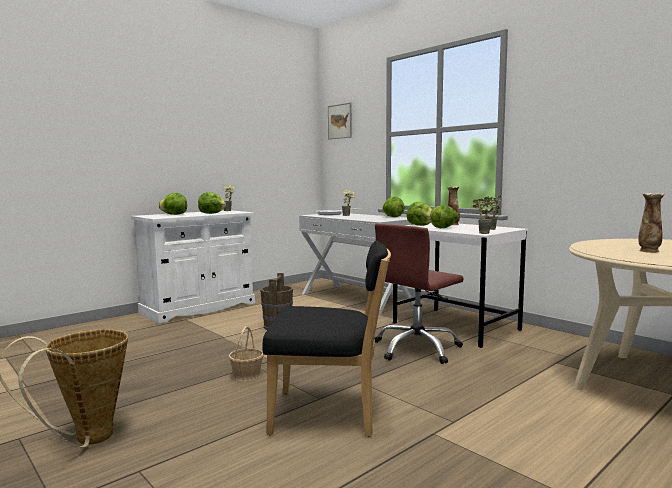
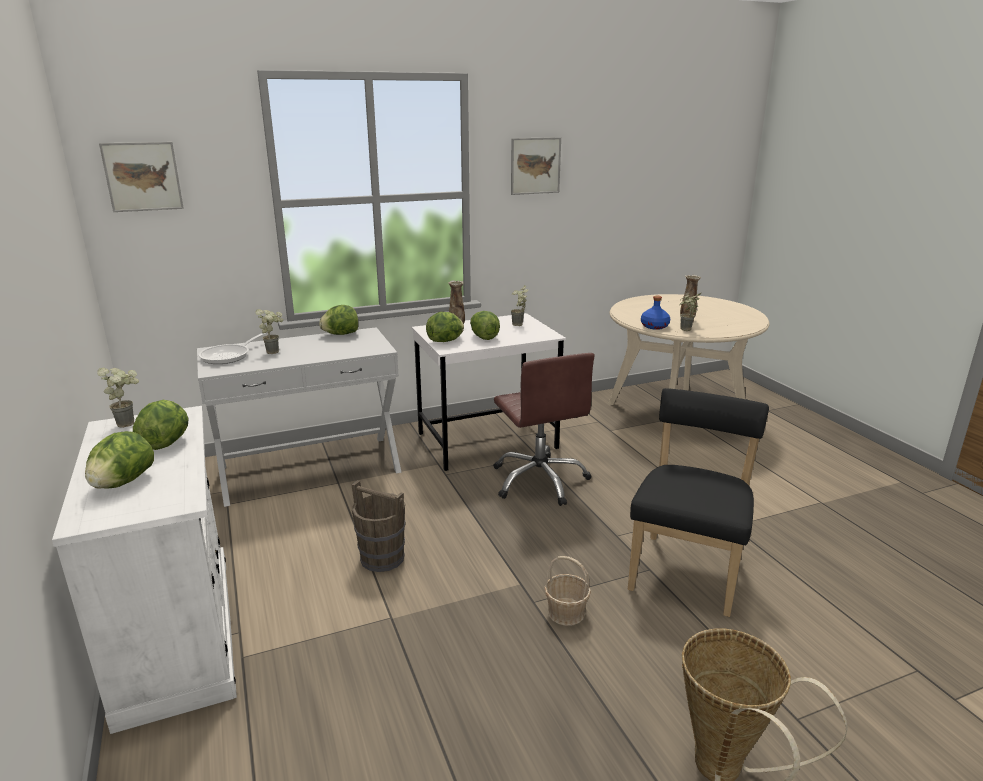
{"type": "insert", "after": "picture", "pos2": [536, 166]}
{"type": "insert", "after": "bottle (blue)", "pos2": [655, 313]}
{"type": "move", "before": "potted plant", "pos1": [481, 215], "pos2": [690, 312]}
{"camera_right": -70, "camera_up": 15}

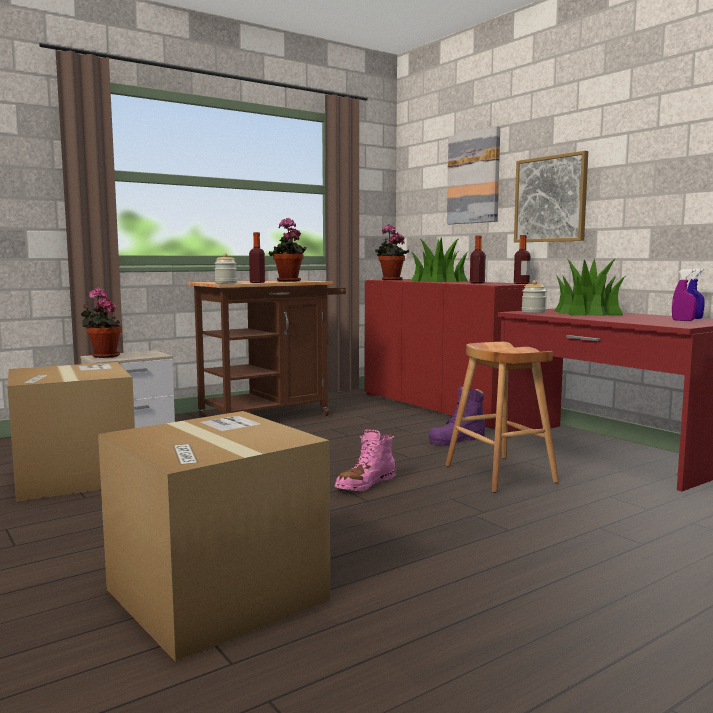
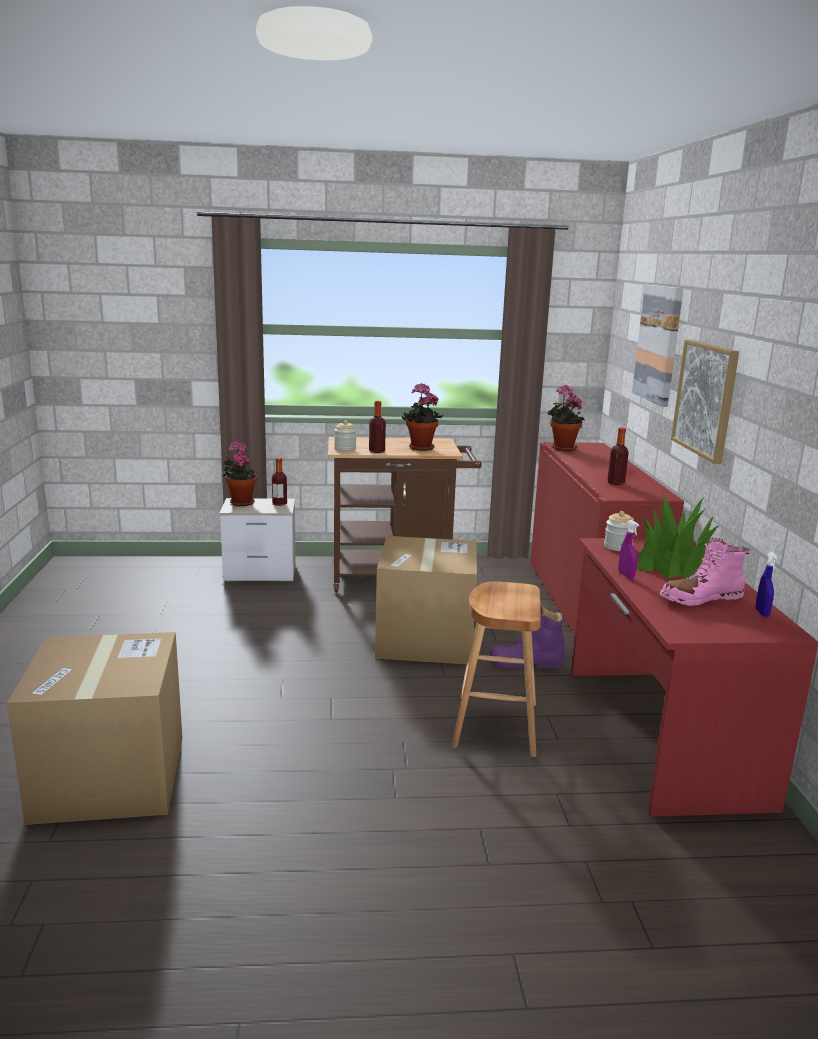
{"type": "move", "before": "bottle", "pos1": [522, 259], "pos2": [279, 481]}
{"type": "move", "before": "carton", "pos1": [71, 431], "pos2": [426, 600]}
{"type": "move", "before": "spray bottle (purplish)", "pos1": [684, 295], "pos2": [628, 549]}
{"type": "move", "before": "tall boot (pink-coloured)", "pos1": [365, 460], "pos2": [705, 571]}
{"type": "delete", "before": "potted plant", "pos1": [439, 259]}
{"camera_right": 30, "camera_up": 10}

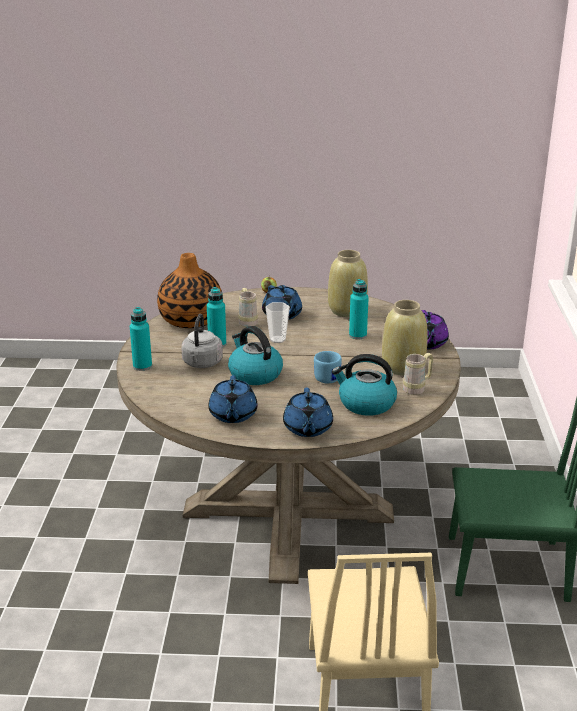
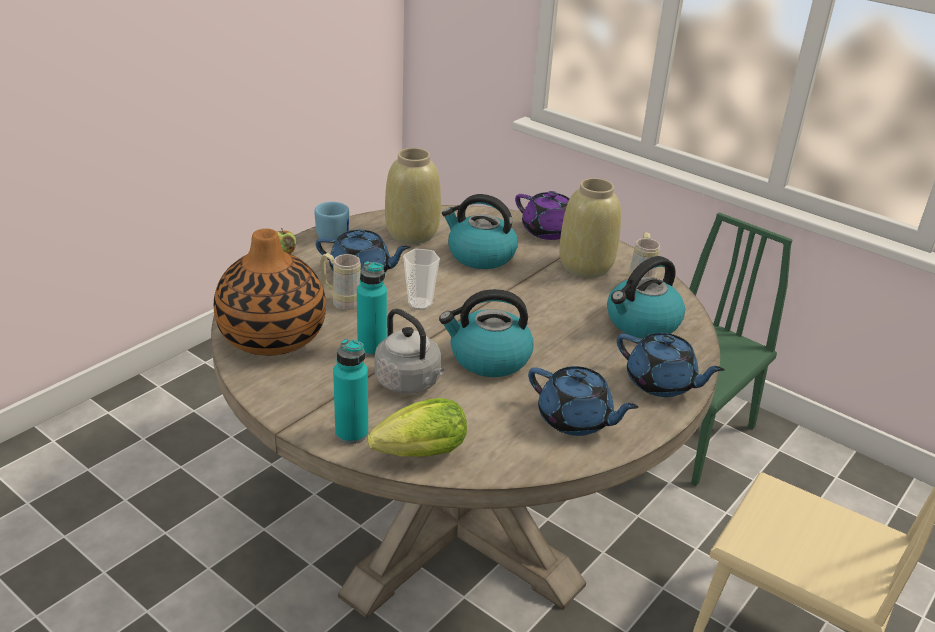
{"type": "move", "before": "coffee mug (blue)", "pos1": [328, 367], "pos2": [331, 220]}
{"type": "insert", "after": "head of lettuce", "pos2": [417, 427]}
{"type": "replace", "before": "bottle (turquoise-coloured)", "after": "water kettle", "pos1": [359, 309], "pos2": [480, 231]}
{"camera_right": -55, "camera_up": 5}

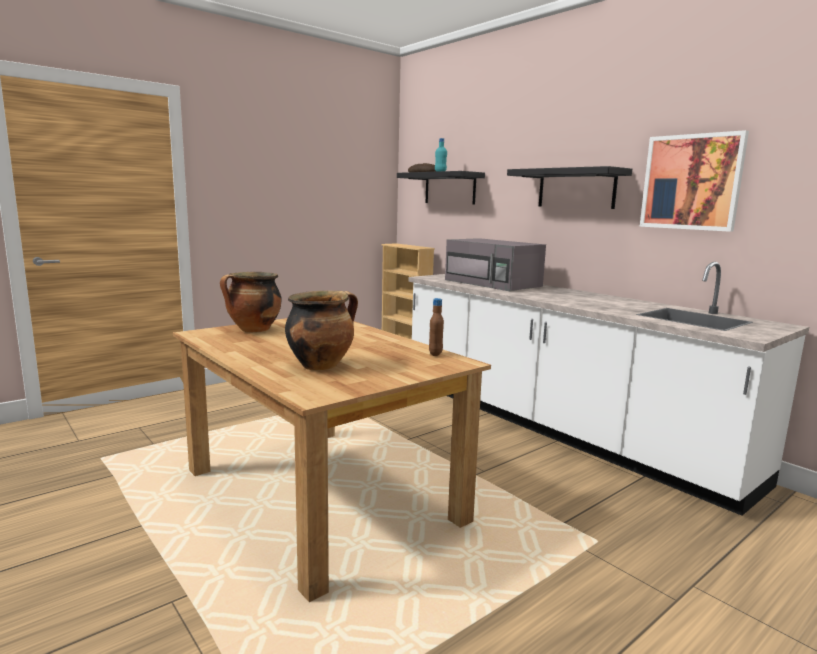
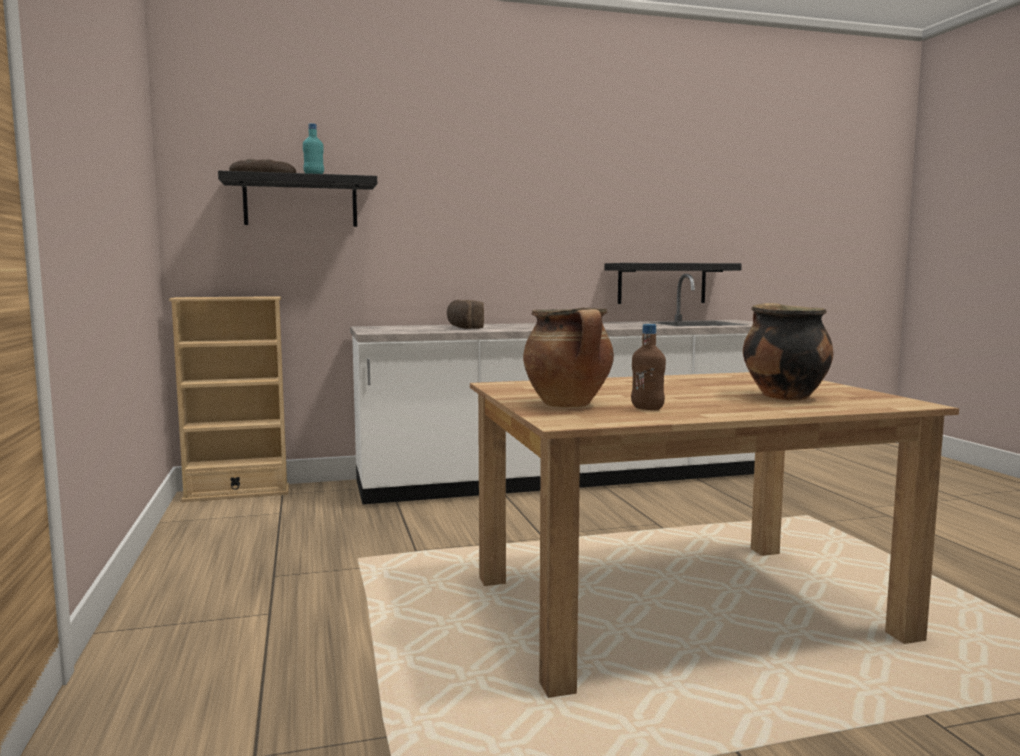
{"type": "replace", "before": "microwave (gray)", "after": "bakery bread", "pos1": [495, 264], "pos2": [465, 314]}
{"type": "move", "before": "wall shelf (black-coloured)", "pos1": [569, 187], "pos2": [673, 283]}
{"type": "move", "before": "bottle (brownish)", "pos1": [436, 327], "pos2": [648, 367]}
{"type": "delete", "before": "picture", "pos1": [694, 181]}
{"camera_right": -65, "camera_up": -5}

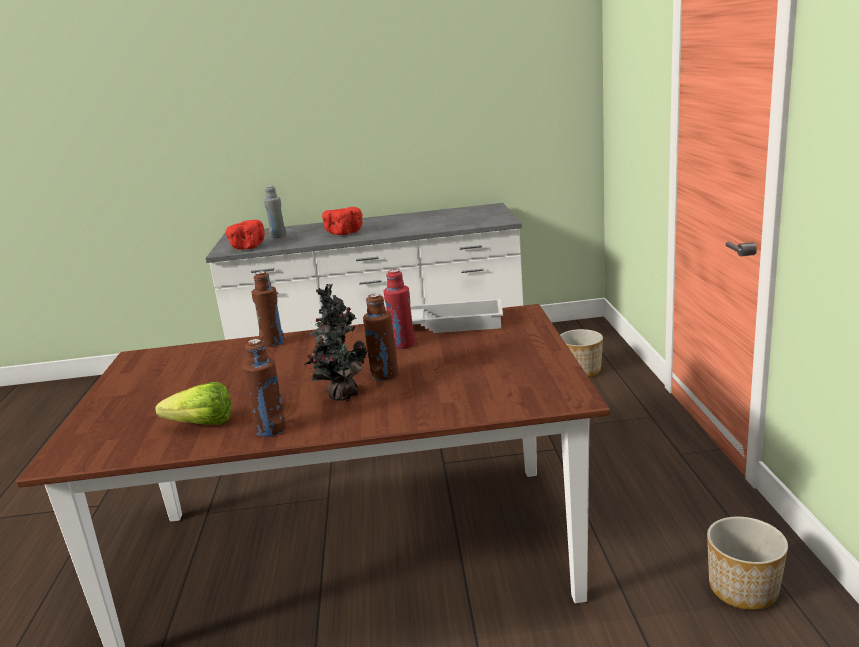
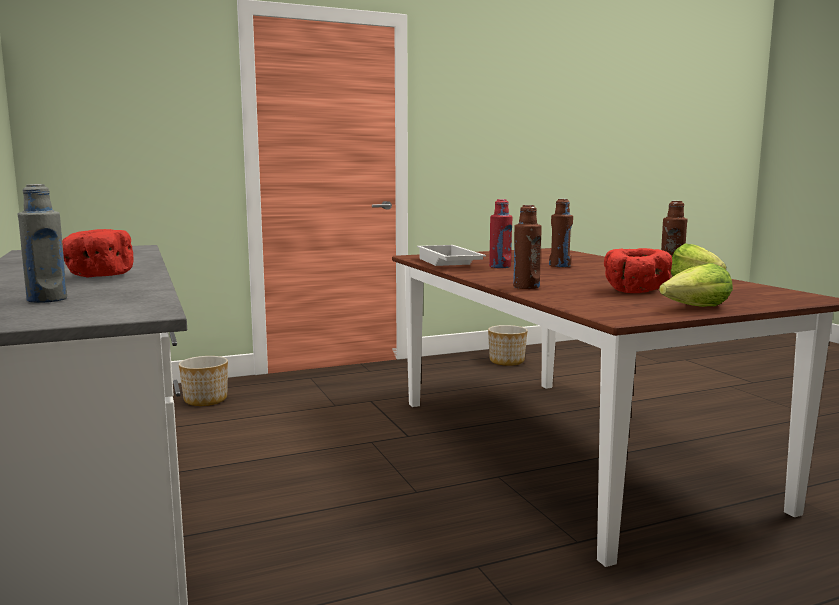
{"type": "move", "before": "deep dish (reddish)", "pos1": [245, 235], "pos2": [638, 270]}
{"type": "insert", "after": "head of lettuce", "pos2": [696, 285]}
{"type": "delete", "before": "potted plant", "pos1": [335, 342]}
{"camera_right": -110, "camera_up": -10}

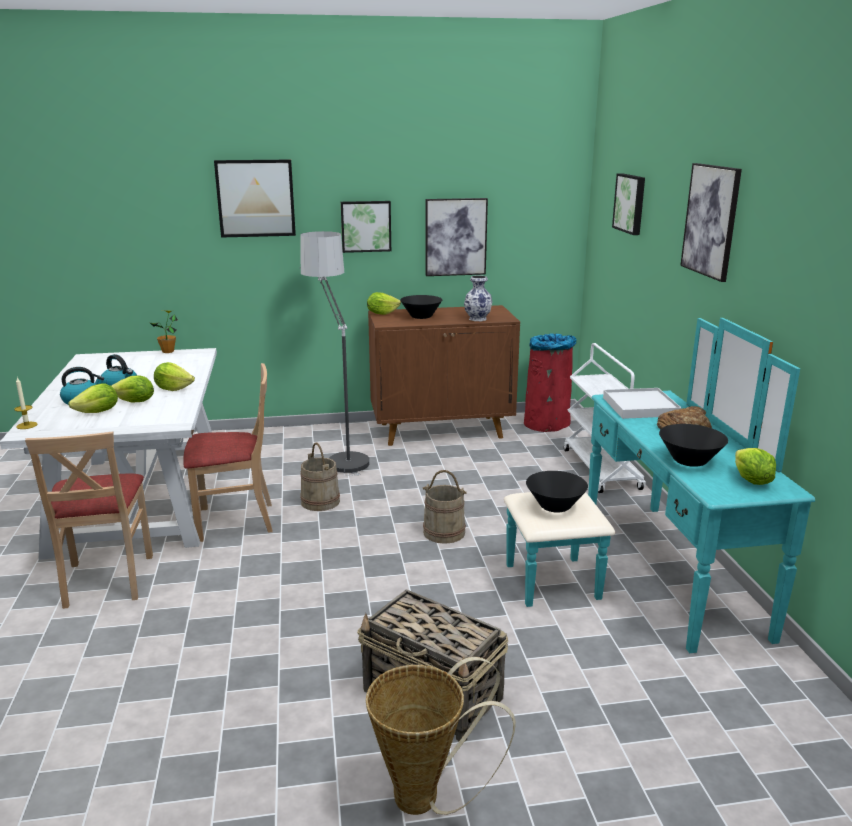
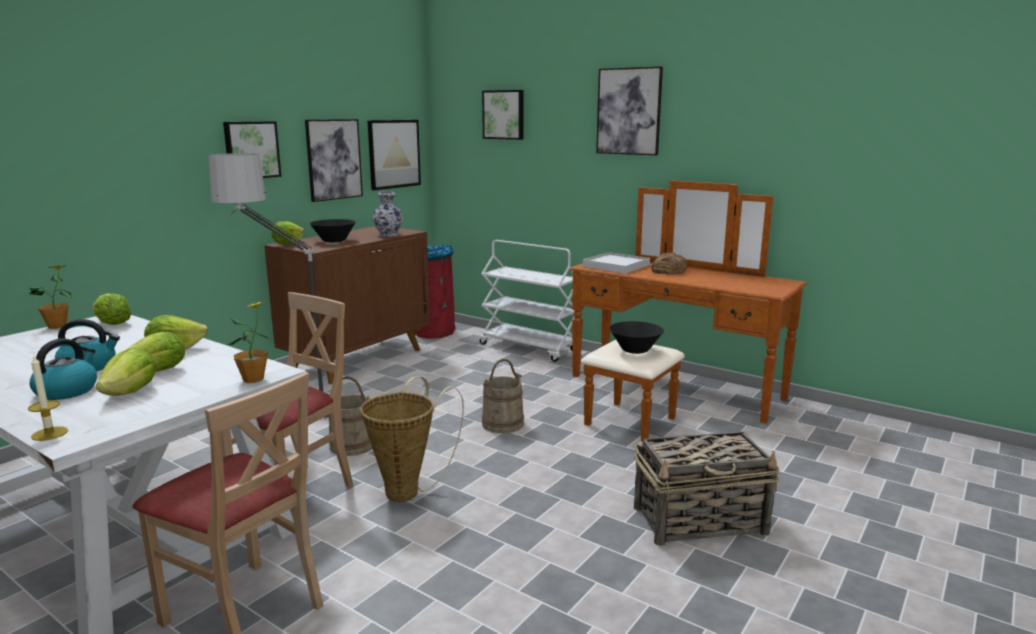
{"type": "move", "before": "head of lettuce", "pos1": [755, 466], "pos2": [112, 309]}
{"type": "insert", "after": "potted plant", "pos2": [248, 342]}
{"type": "move", "before": "household basket", "pos1": [441, 736], "pos2": [412, 439]}
{"type": "move", "before": "picture", "pos1": [255, 199], "pos2": [394, 155]}
{"type": "recolor", "before": "drawer chest (turquoise-coloured)", "after": "drawer chest (brownish)", "pos1": [659, 485], "pos2": [688, 311]}
{"type": "delete", "before": "deep dish (black-coloured)", "pos1": [693, 445]}
{"camera_right": -45, "camera_up": -5}

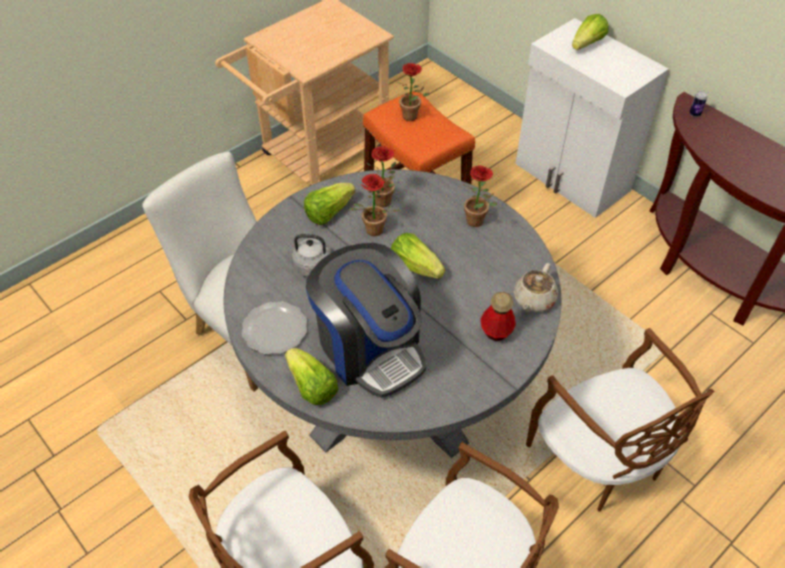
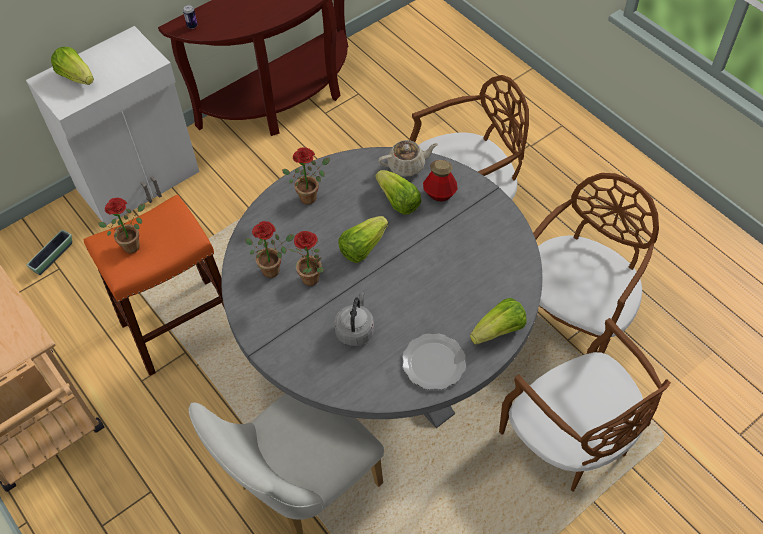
{"type": "insert", "after": "flower pot", "pos2": [49, 252]}
{"type": "move", "before": "head of lettuce", "pos1": [329, 204], "pos2": [398, 192]}
{"type": "rotate", "before": "tea pot (beige-coloured)", "pos1": [536, 287], "pos2": [408, 158], "turn": -45}
{"type": "delete", "before": "coffee machine", "pos1": [366, 320]}
{"camera_right": -85, "camera_up": 5}

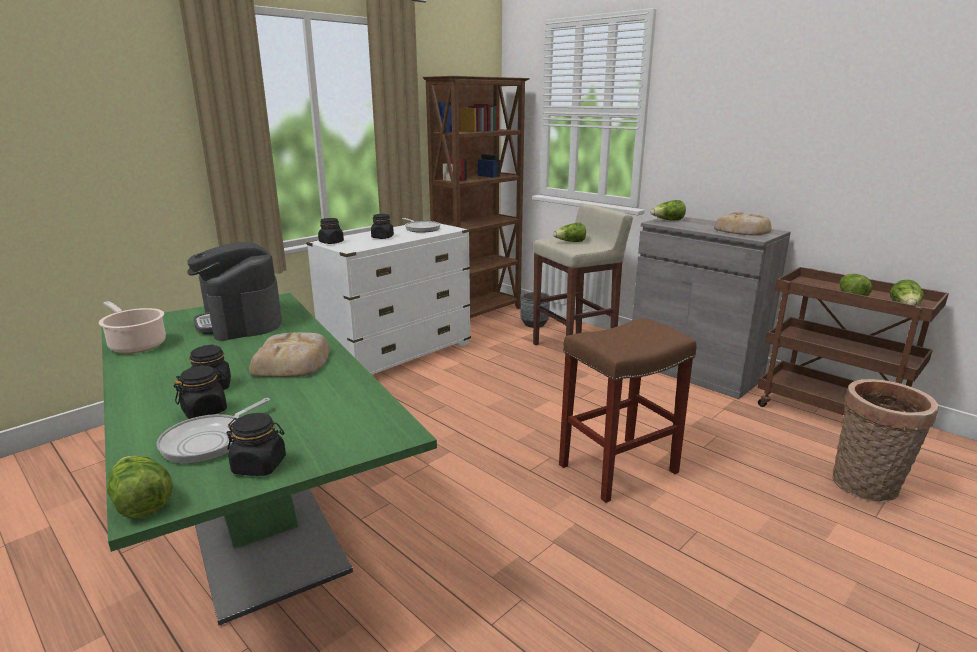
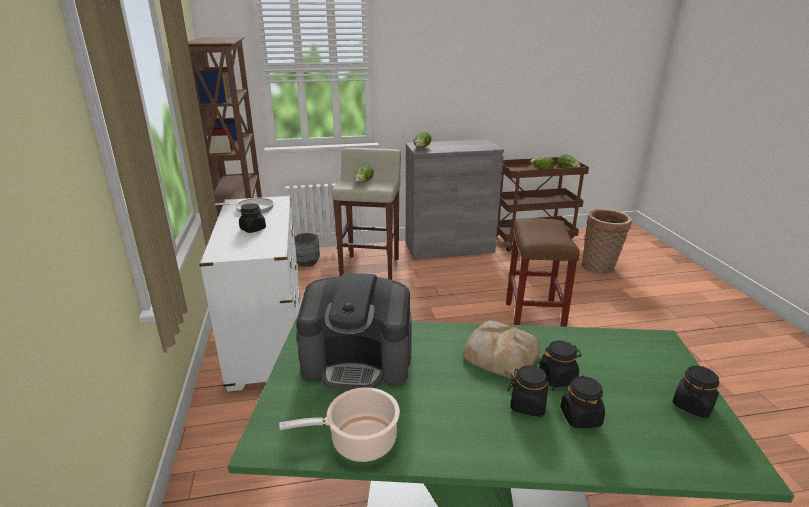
{"type": "move", "before": "storage jar (black-coloured)", "pos1": [331, 231], "pos2": [560, 364]}
{"type": "delete", "before": "head of lettuce", "pos1": [139, 487]}
{"type": "delete", "before": "frying pan", "pos1": [213, 431]}
{"type": "delete", "before": "bakery bread", "pos1": [743, 224]}
{"camera_right": -55, "camera_up": 5}

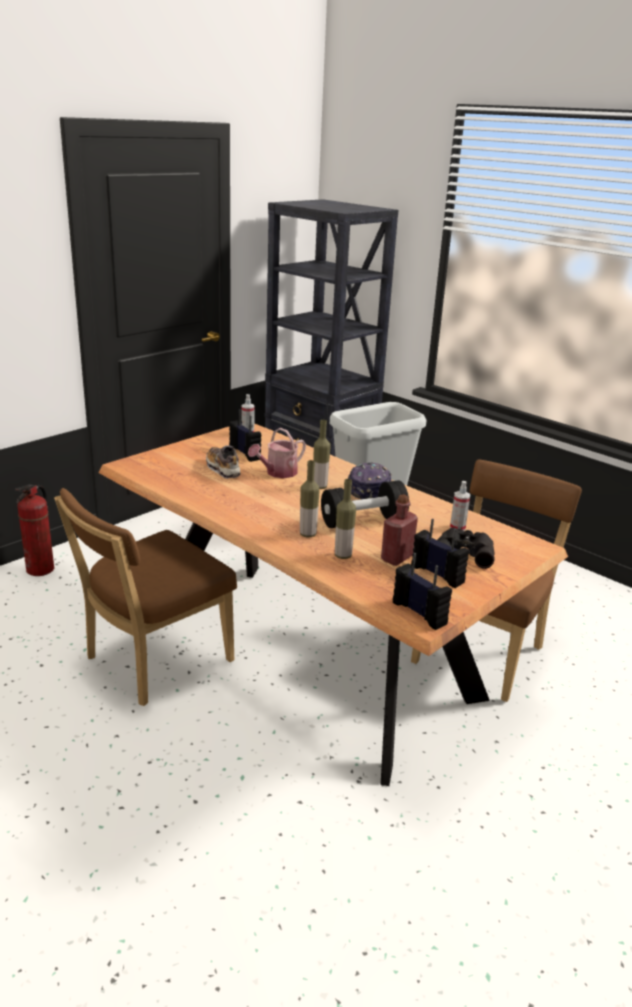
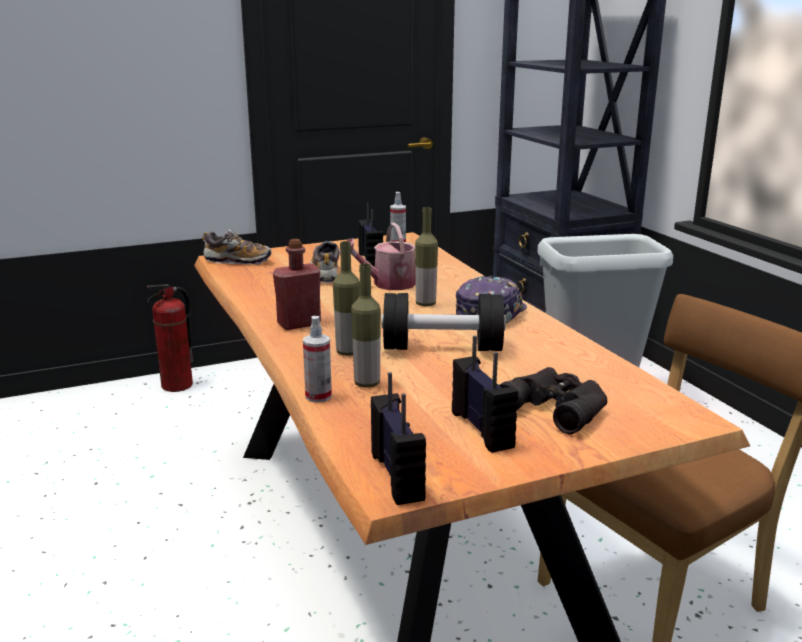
{"type": "insert", "after": "shoe", "pos2": [237, 247]}
{"type": "move", "before": "bottle (reddish)", "pos1": [399, 530], "pos2": [297, 284]}
{"type": "move", "before": "spray bottle", "pos1": [460, 506], "pos2": [317, 359]}
{"type": "delete", "before": "upright chair (brownish)", "pos1": [145, 597]}
{"camera_right": 25, "camera_up": -5}

